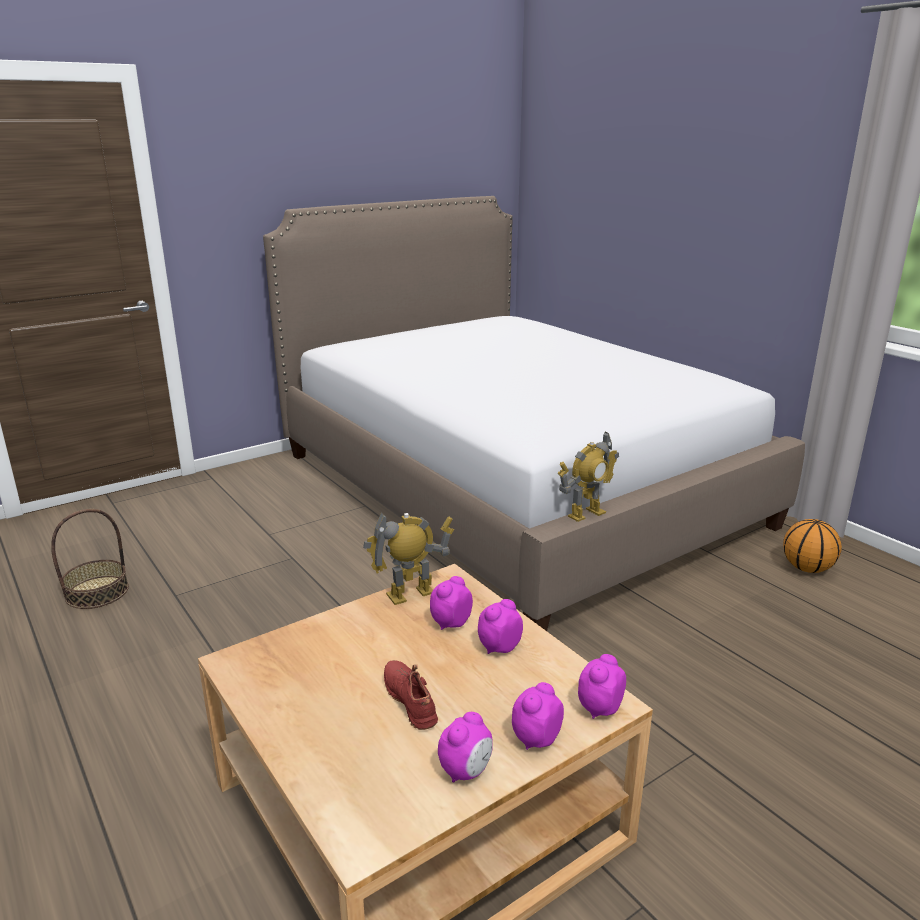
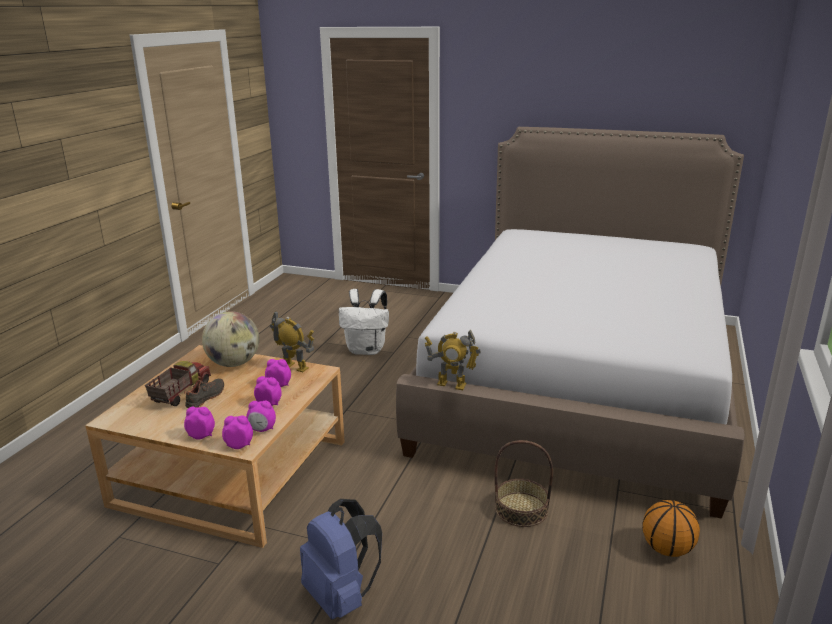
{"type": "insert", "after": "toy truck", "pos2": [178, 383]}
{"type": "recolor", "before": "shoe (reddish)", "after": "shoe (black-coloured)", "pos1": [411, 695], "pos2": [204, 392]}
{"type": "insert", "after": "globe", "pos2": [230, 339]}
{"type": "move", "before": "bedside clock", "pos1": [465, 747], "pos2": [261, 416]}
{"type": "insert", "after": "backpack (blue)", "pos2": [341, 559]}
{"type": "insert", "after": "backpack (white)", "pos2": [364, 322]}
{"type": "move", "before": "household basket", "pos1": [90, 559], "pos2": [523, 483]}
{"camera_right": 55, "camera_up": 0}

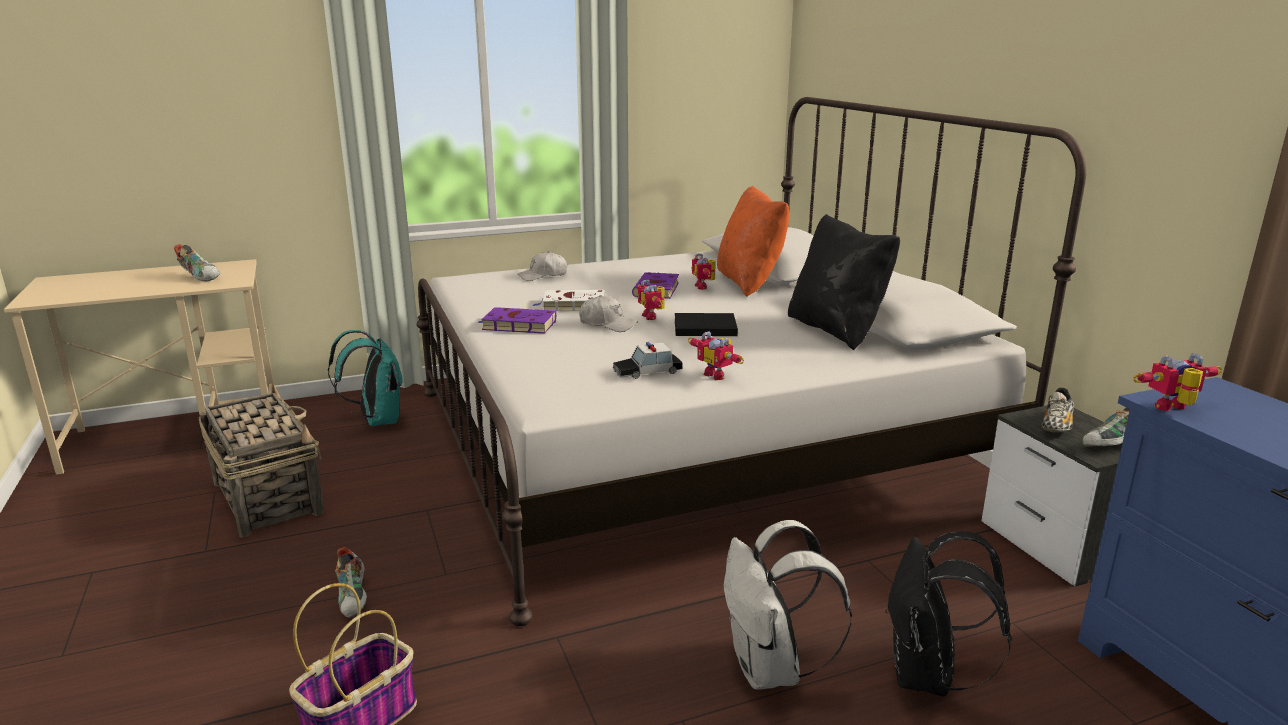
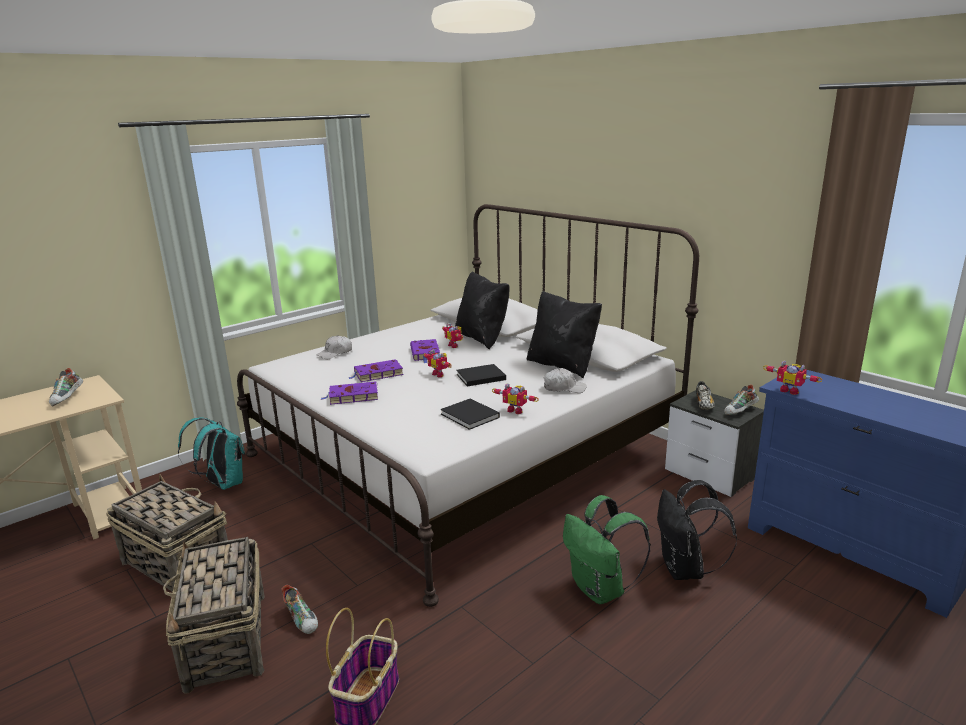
{"type": "rotate", "before": "shoe", "pos1": [197, 262], "pos2": [66, 387], "turn": 75}
{"type": "insert", "after": "household basket", "pos2": [214, 615]}
{"type": "recolor", "before": "bound book (white)", "after": "bound book (purplish)", "pos1": [569, 300], "pos2": [376, 370]}
{"type": "replace", "before": "toy car", "after": "bound book (black-coloured)", "pos1": [648, 360], "pos2": [470, 414]}
{"type": "recolor", "before": "pillow (orangey)", "after": "pillow (black-coloured)", "pos1": [753, 241], "pos2": [482, 310]}
{"type": "move", "before": "peaked cap (white)", "pos1": [608, 313], "pos2": [565, 380]}
{"type": "recolor", "before": "backpack (white)", "after": "backpack (green-coloured)", "pos1": [788, 604], "pos2": [607, 549]}
{"type": "rotate", "before": "model robot", "pos1": [1178, 382], "pos2": [792, 378], "turn": -105}
{"camera_right": -20, "camera_up": 0}

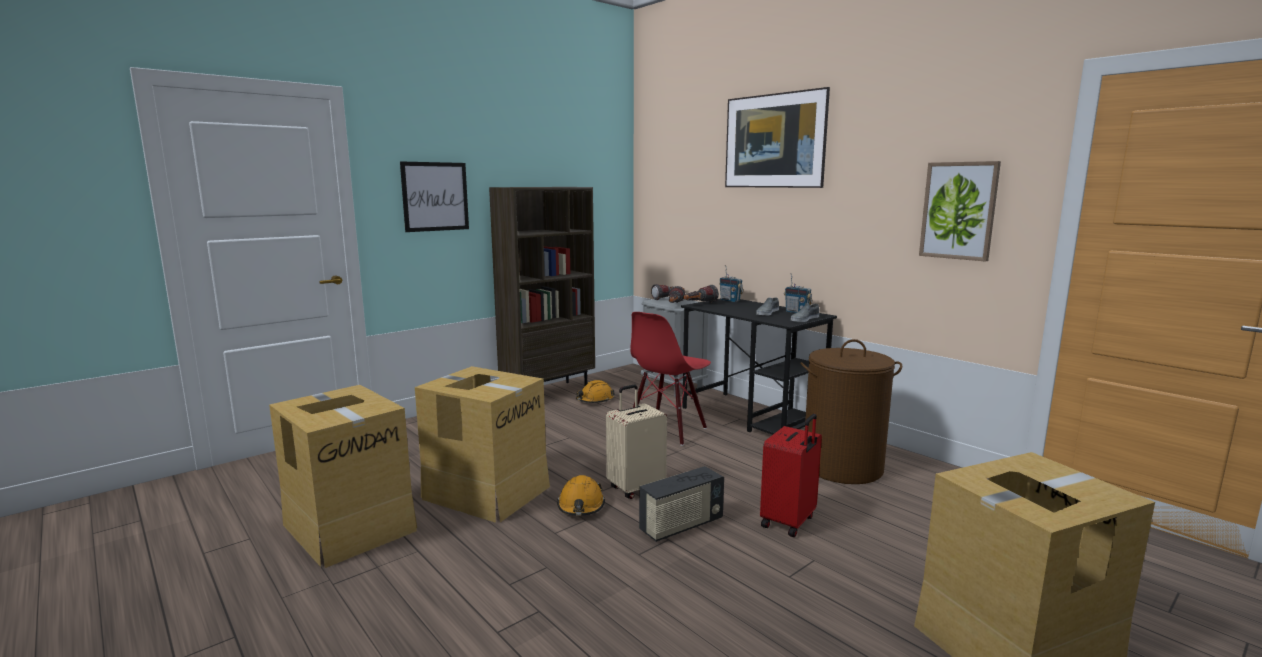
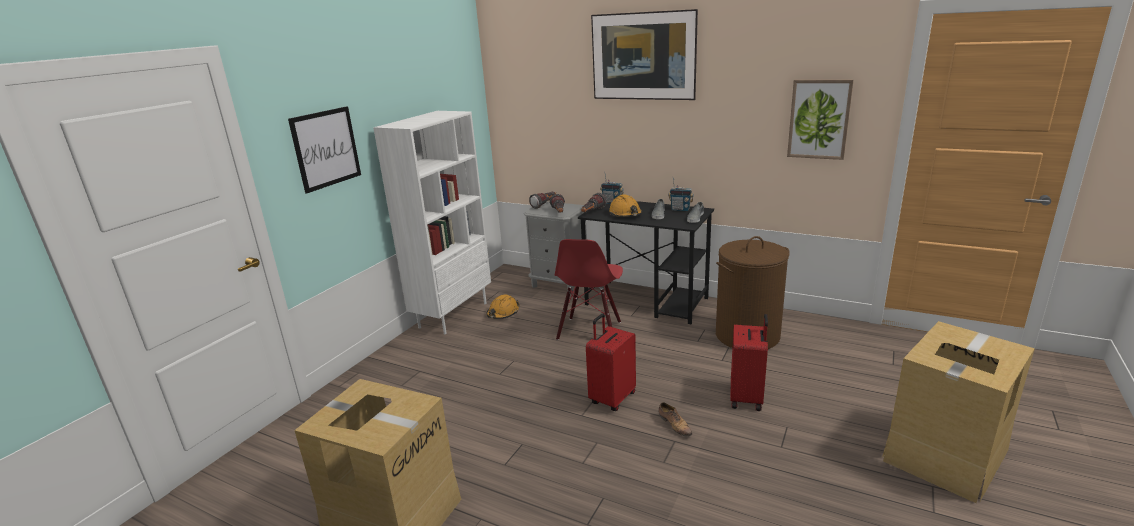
{"type": "recolor", "before": "bookshelf (brownish)", "after": "bookshelf (white)", "pos1": [542, 286], "pos2": [432, 222]}
{"type": "recolor", "before": "piece of luggage (beige-coloured)", "after": "piece of luggage (reddish)", "pos1": [636, 442], "pos2": [611, 362]}
{"type": "move", "before": "work helmet (orangey)", "pos1": [581, 495], "pos2": [625, 205]}
{"type": "replace", "before": "radio set", "after": "shoe", "pos1": [681, 504], "pos2": [675, 419]}
{"type": "delete", "before": "carton", "pos1": [482, 444]}
{"camera_right": -20, "camera_up": 10}

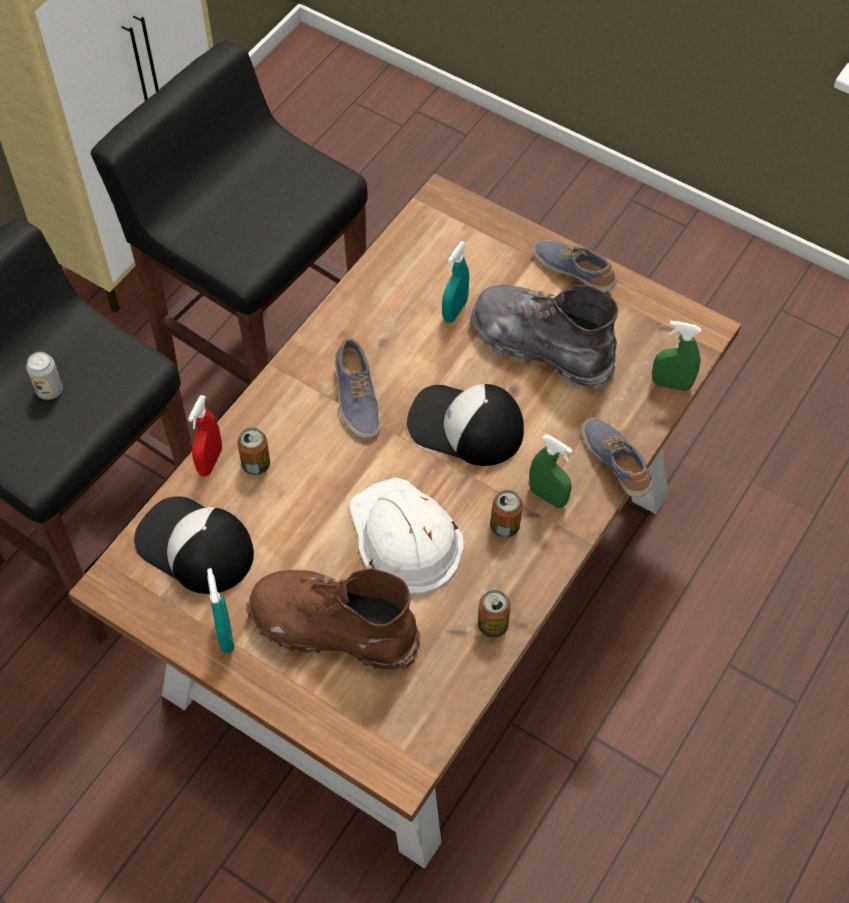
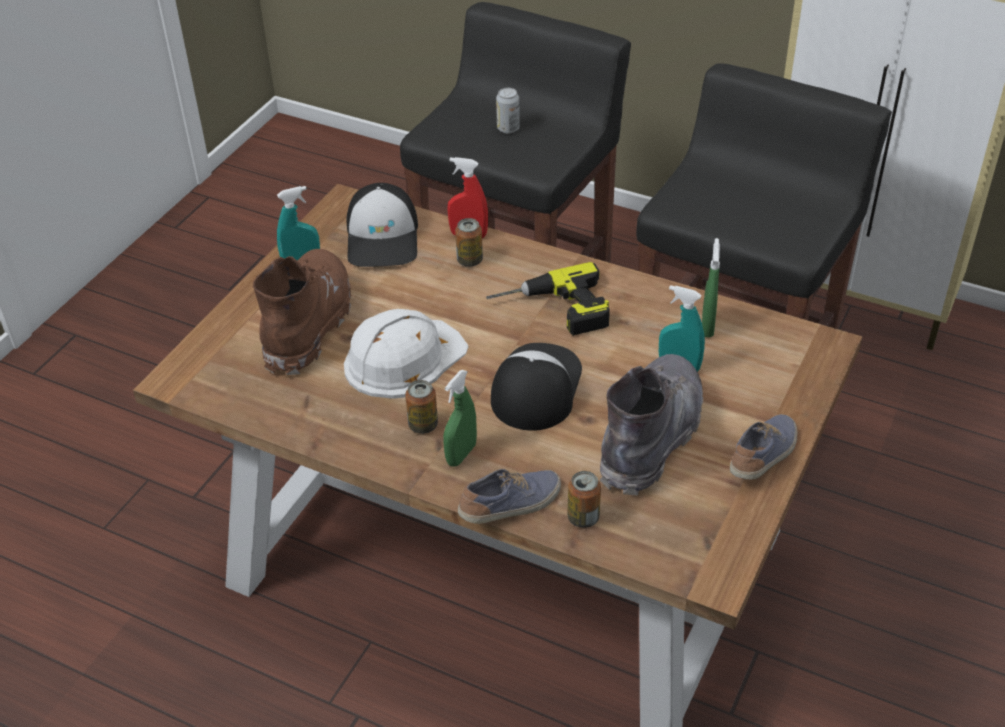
{"type": "rotate", "before": "peaked cap", "pos1": [194, 545], "pos2": [382, 225], "turn": 150}
{"type": "replace", "before": "shoe", "after": "electric drill", "pos1": [358, 389], "pos2": [548, 299]}
{"type": "move", "before": "can", "pos1": [494, 614], "pos2": [584, 499]}
{"type": "move", "before": "spray bottle (green-coloured)", "pos1": [676, 355], "pos2": [711, 288]}
{"camera_right": 85, "camera_up": -15}

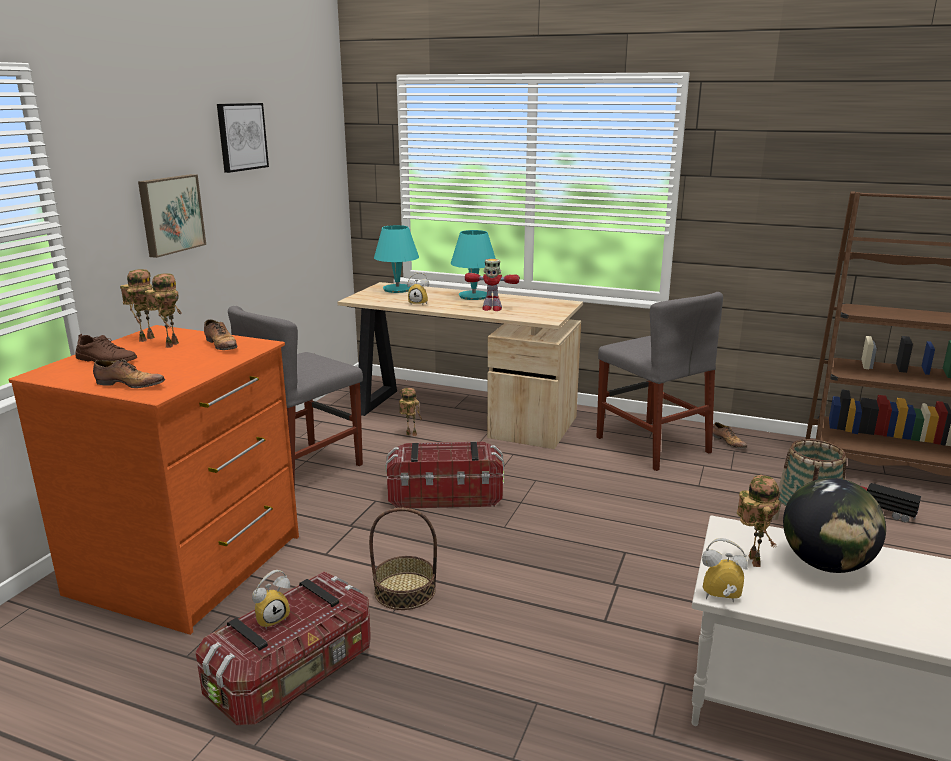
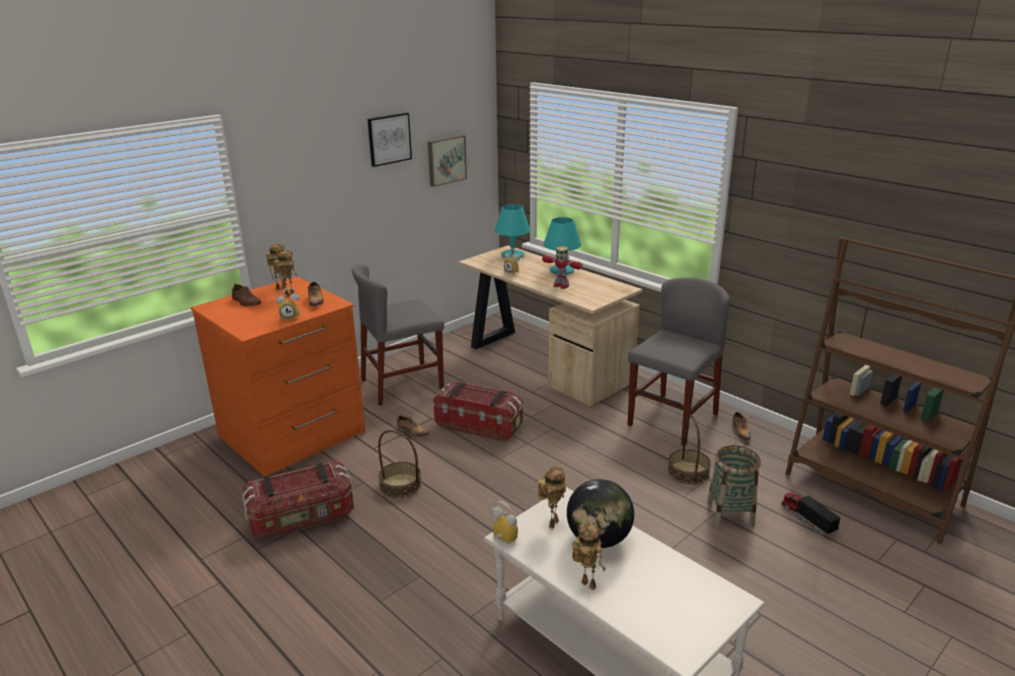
{"type": "move", "before": "bedside clock", "pos1": [271, 600], "pos2": [288, 304]}
{"type": "move", "before": "shoe", "pos1": [129, 373], "pos2": [413, 426]}
{"type": "move", "before": "picture", "pos1": [172, 216], "pos2": [447, 161]}
{"type": "move", "before": "model robot", "pos1": [410, 412], "pos2": [589, 556]}
{"type": "rotate", "before": "upright chair (gray)", "pos1": [660, 381], "pos2": [679, 361], "turn": -135}
{"type": "insert", "after": "household basket", "pos2": [689, 450]}
{"camera_right": 25, "camera_up": 5}

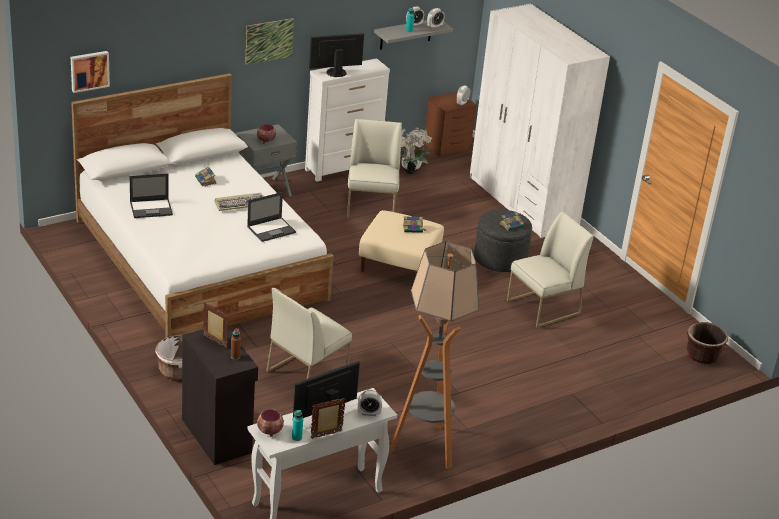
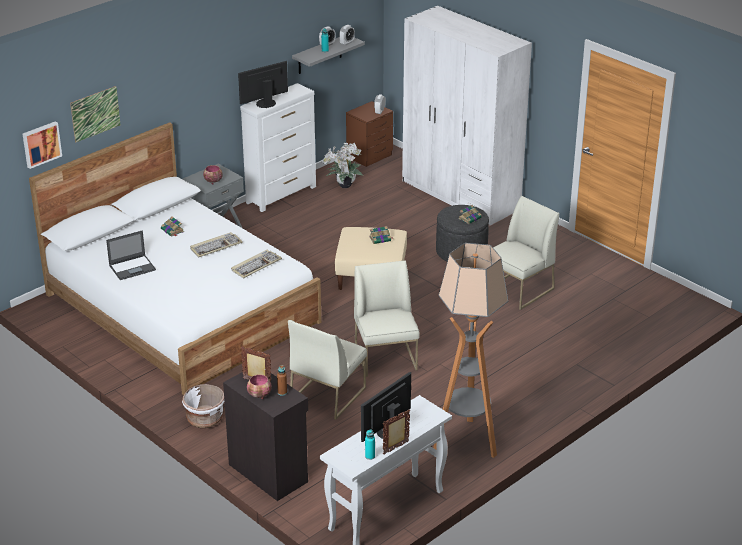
{"type": "move", "before": "picture", "pos1": [269, 41], "pos2": [95, 114]}
{"type": "replace", "before": "laptop", "after": "keyboard", "pos1": [271, 217], "pos2": [256, 264]}
{"type": "move", "before": "deep dish", "pos1": [270, 423], "pos2": [259, 386]}
{"type": "move", "before": "upright chair (white)", "pos1": [374, 168], "pos2": [387, 318]}
{"type": "delete", "before": "bedside clock", "pos1": [370, 403]}
{"type": "delete", "before": "flower pot (brownish)", "pos1": [707, 343]}
{"camera_right": -10, "camera_up": 0}

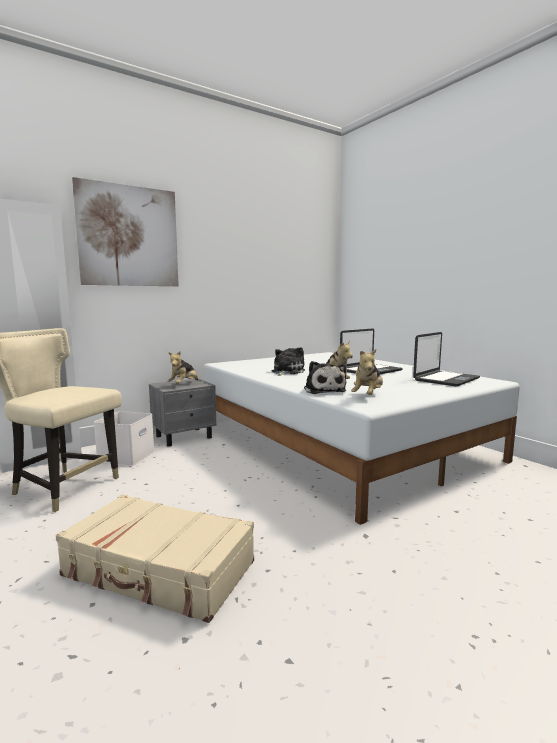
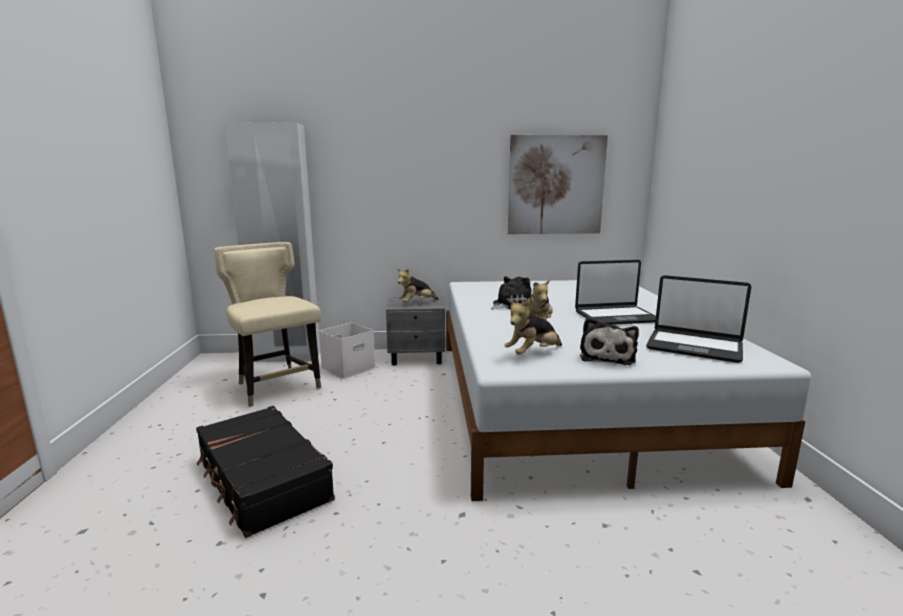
{"type": "recolor", "before": "piece of luggage (beige-coloured)", "after": "piece of luggage (black-coloured)", "pos1": [155, 558], "pos2": [265, 472]}
{"type": "move", "before": "picture", "pos1": [125, 231], "pos2": [558, 184]}
{"type": "move", "before": "soft toy", "pos1": [325, 377], "pos2": [609, 341]}
{"type": "rotate", "before": "laptop", "pos1": [446, 359], "pos2": [698, 319], "turn": 45}
{"camera_right": 30, "camera_up": 5}

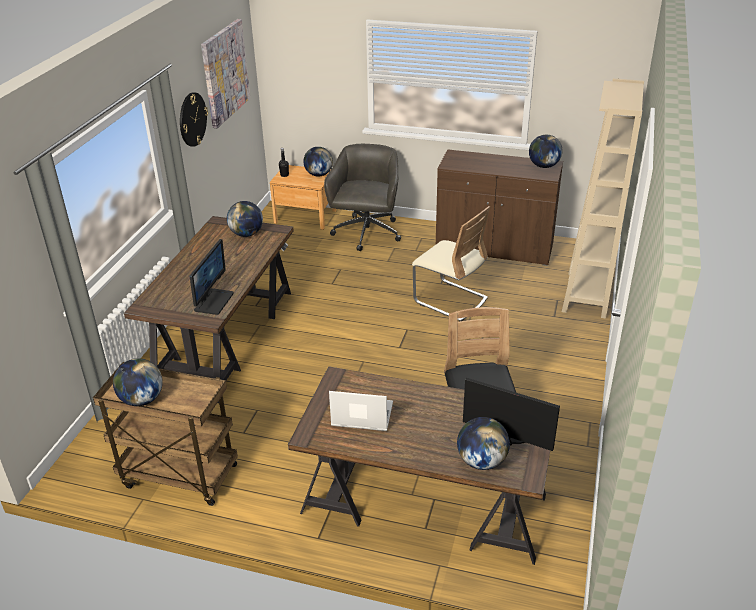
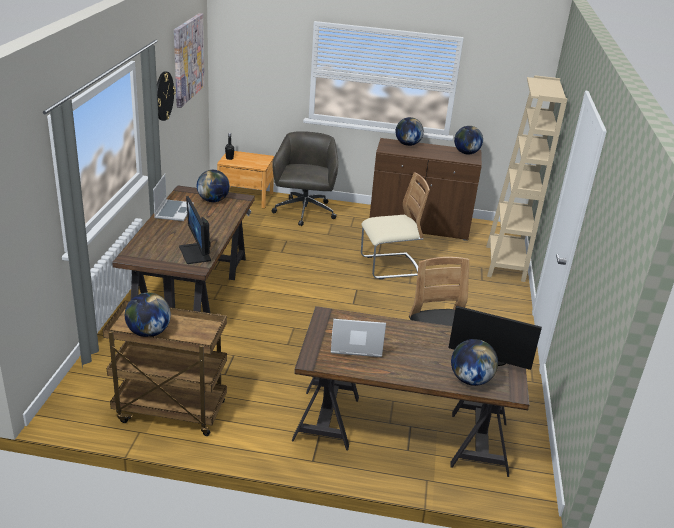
{"type": "insert", "after": "laptop", "pos2": [173, 197]}
{"type": "rotate", "before": "computer screen", "pos1": [212, 277], "pos2": [195, 230], "turn": 150}
{"type": "rotate", "before": "upright chair (beige-coloured)", "pos1": [451, 263], "pos2": [395, 226], "turn": -45}
{"type": "move", "before": "globe", "pos1": [318, 162], "pos2": [409, 131]}
{"camera_right": -10, "camera_up": -5}

